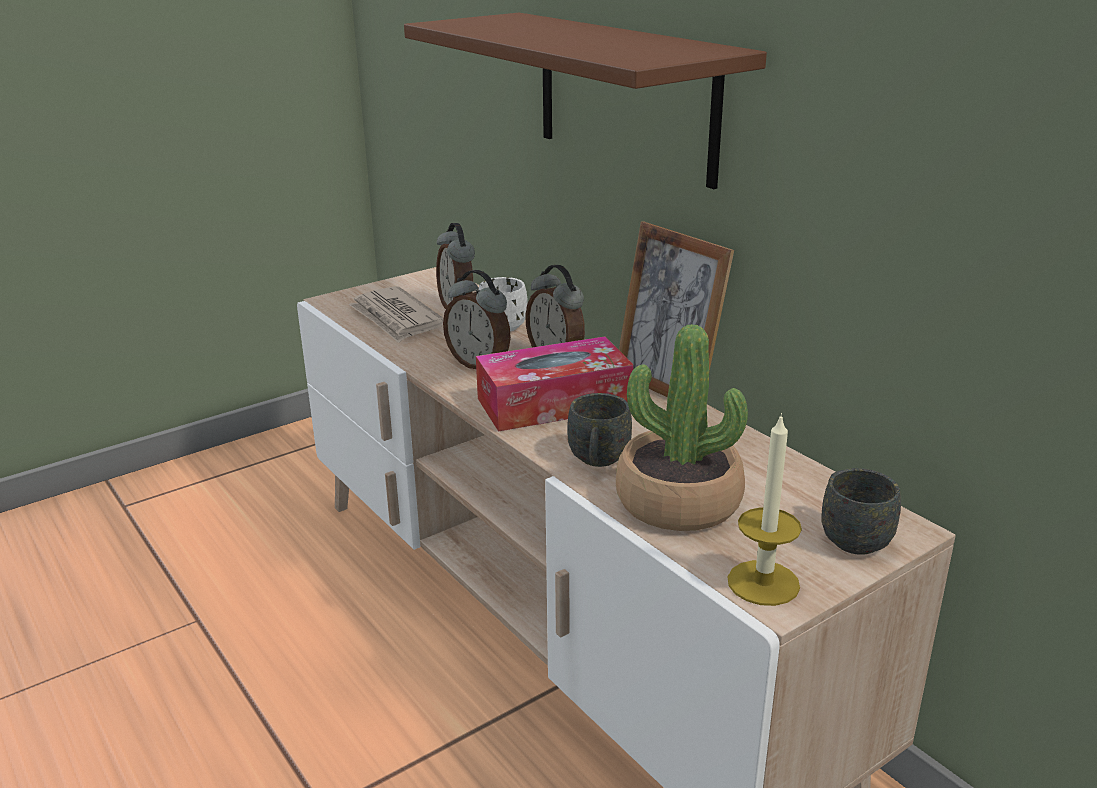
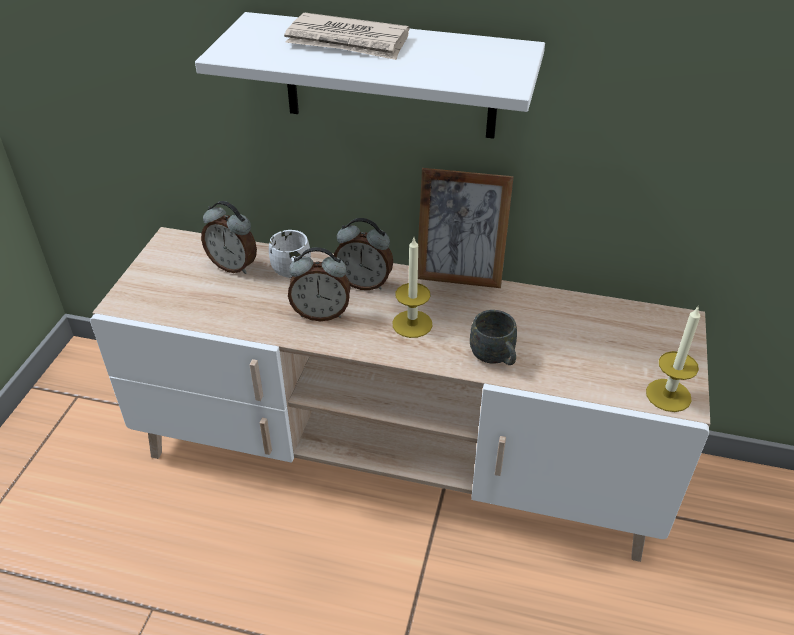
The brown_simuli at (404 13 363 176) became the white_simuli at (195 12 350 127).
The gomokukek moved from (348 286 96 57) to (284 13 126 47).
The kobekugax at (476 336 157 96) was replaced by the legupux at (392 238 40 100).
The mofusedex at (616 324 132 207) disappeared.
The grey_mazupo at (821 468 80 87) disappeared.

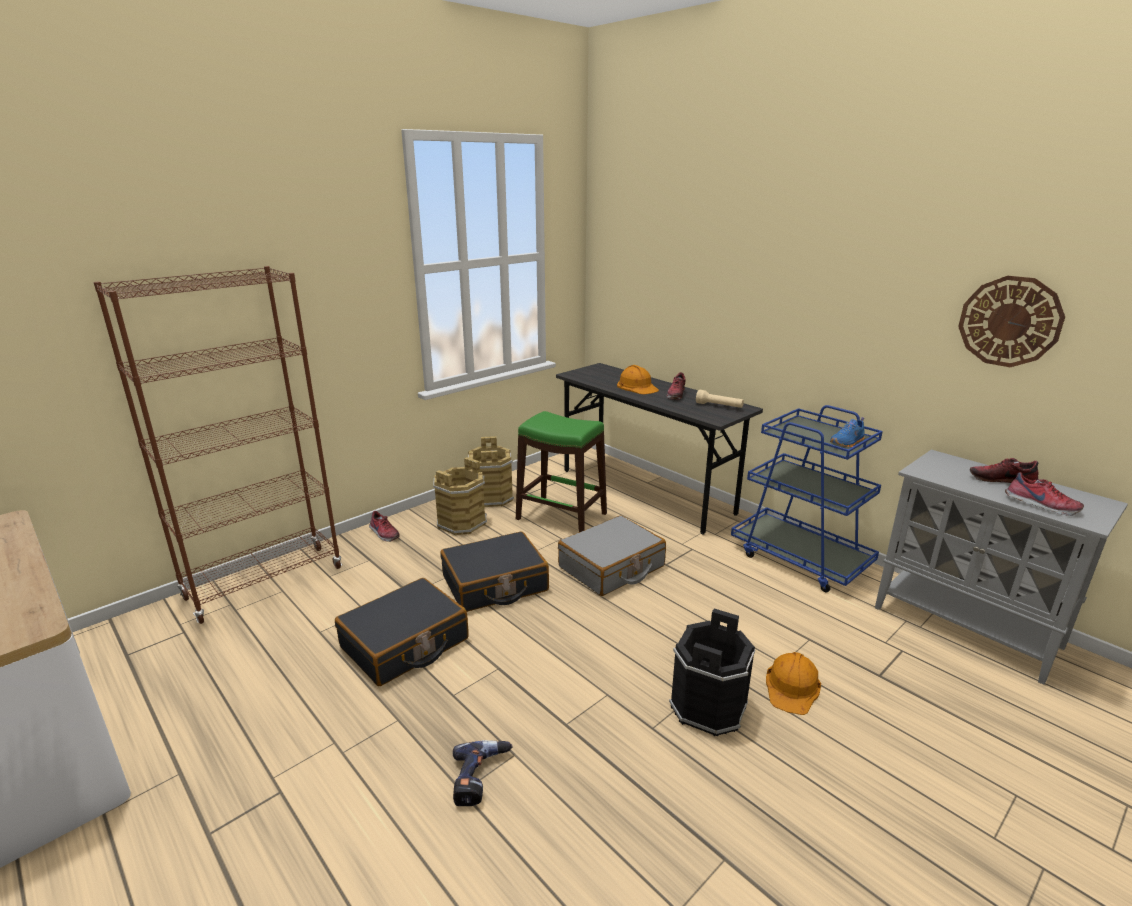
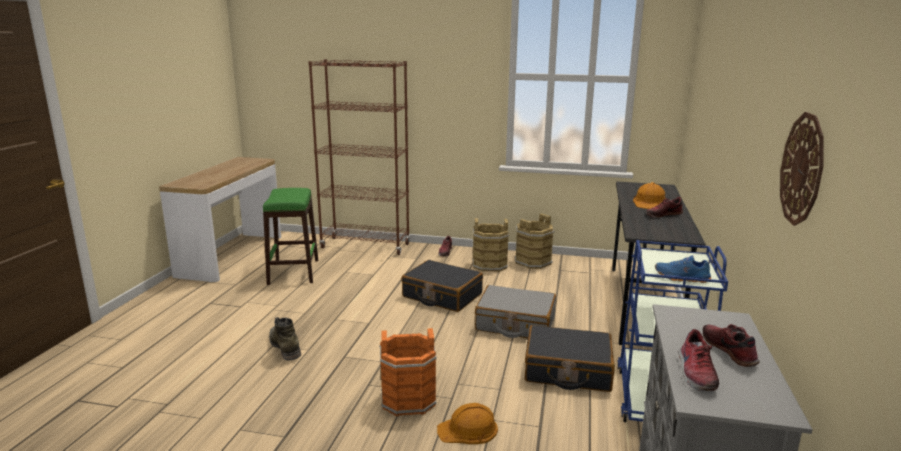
The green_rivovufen moved from (516 411 91 121) to (263 188 55 97).
The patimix at (453 740 60 66) was replaced by the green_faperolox at (269 317 32 43).
The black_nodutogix at (669 609 86 127) became the orange_nodutogix at (379 328 57 88).
The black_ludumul moved from (335 578 134 108) to (525 325 90 67).
The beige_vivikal at (696 390 48 18) disappeared.

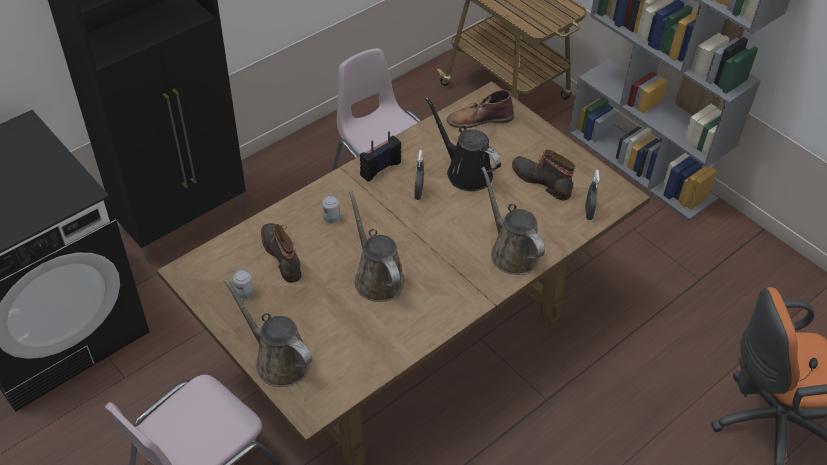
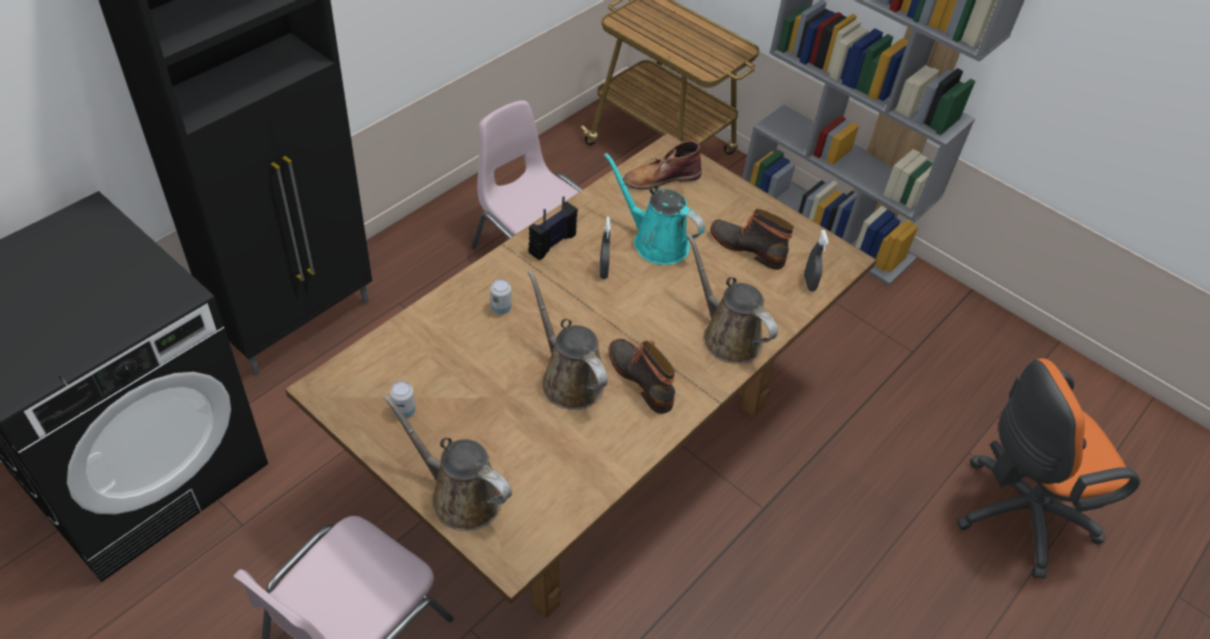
The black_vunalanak at (425 97 76 94) became the turquoise_vunalanak at (604 153 101 112).
The faperolox moved from (261 223 40 60) to (609 339 66 75).

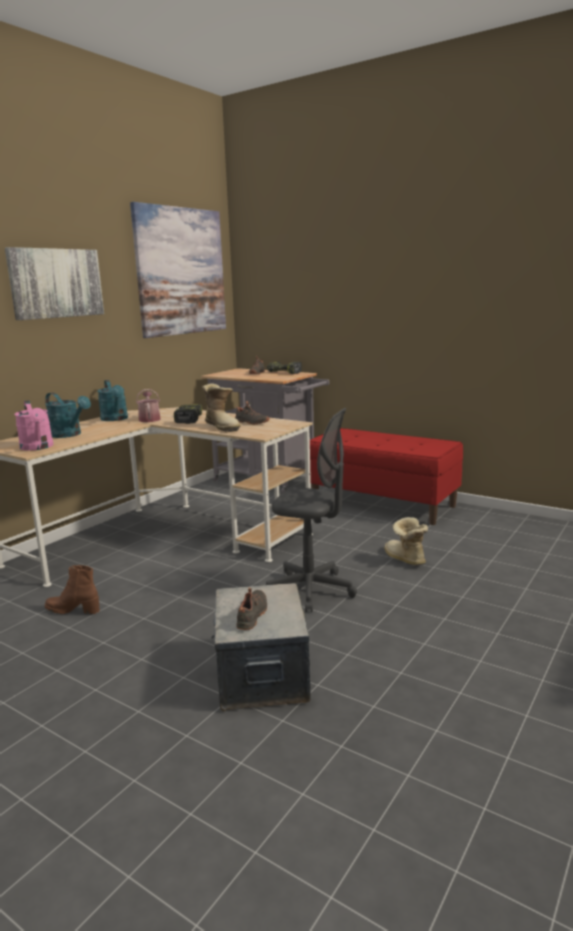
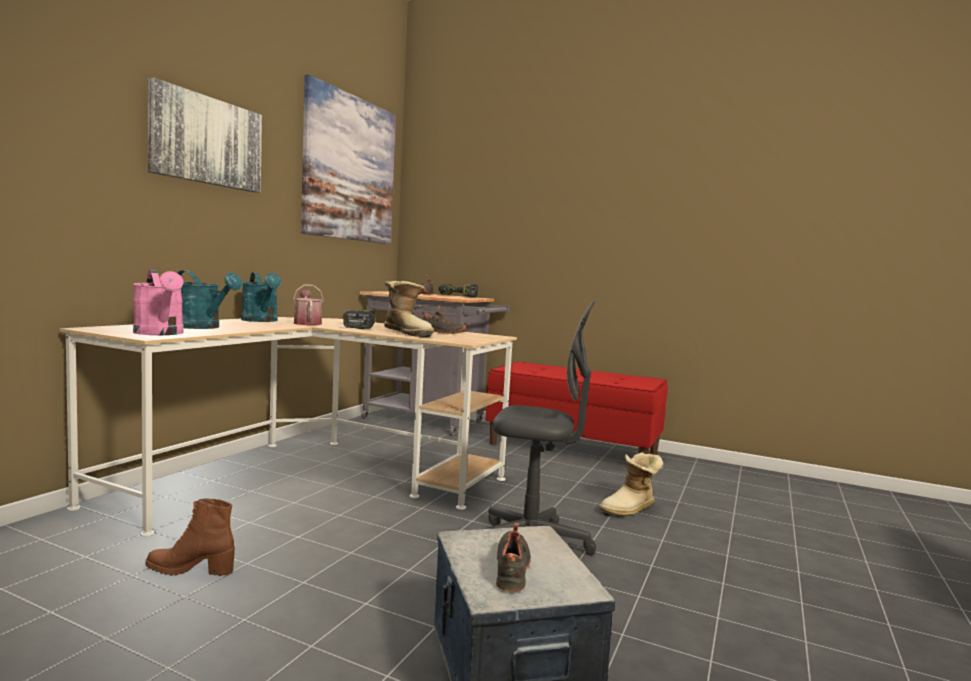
The faperolox at (384 517 44 49) turned 90 degrees counterclockwise.

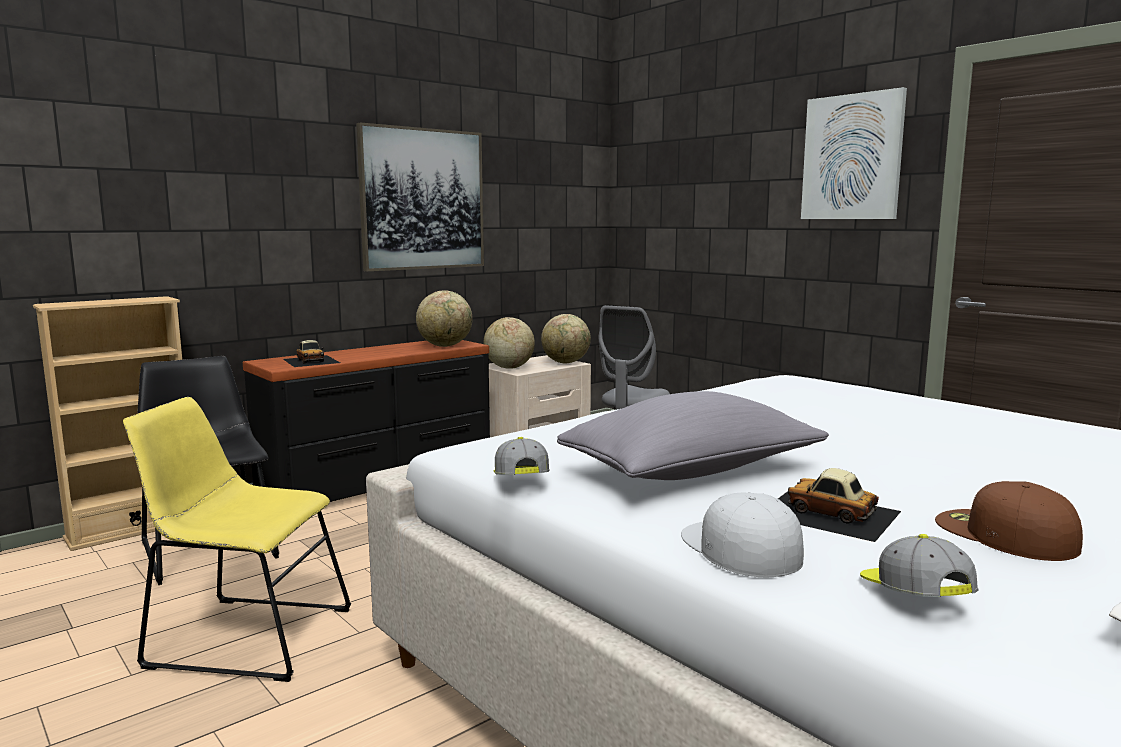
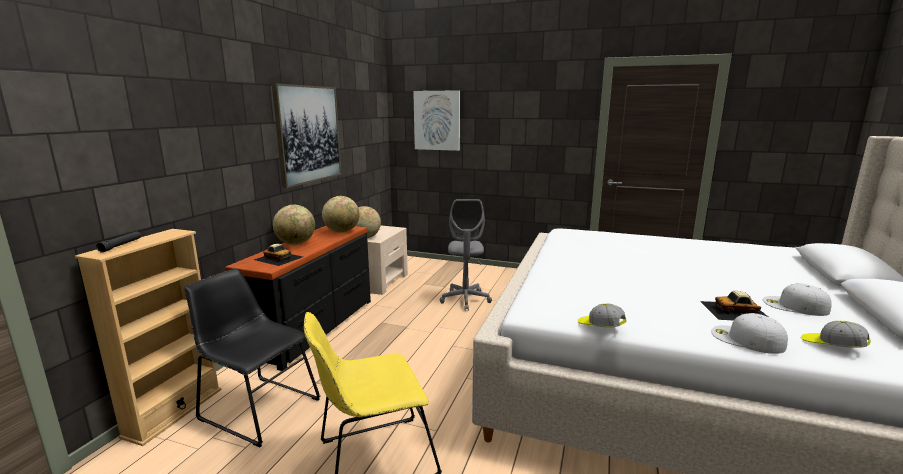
The black_vivikal at (96 231 45 22) appeared.
The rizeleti moved from (541 314 50 49) to (273 205 42 40).
The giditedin moved from (801 87 106 132) to (413 90 47 61).
The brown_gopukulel at (935 481 148 80) became the white_gopukulel at (763 283 69 33).
The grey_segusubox at (557 391 272 89) disappeared.

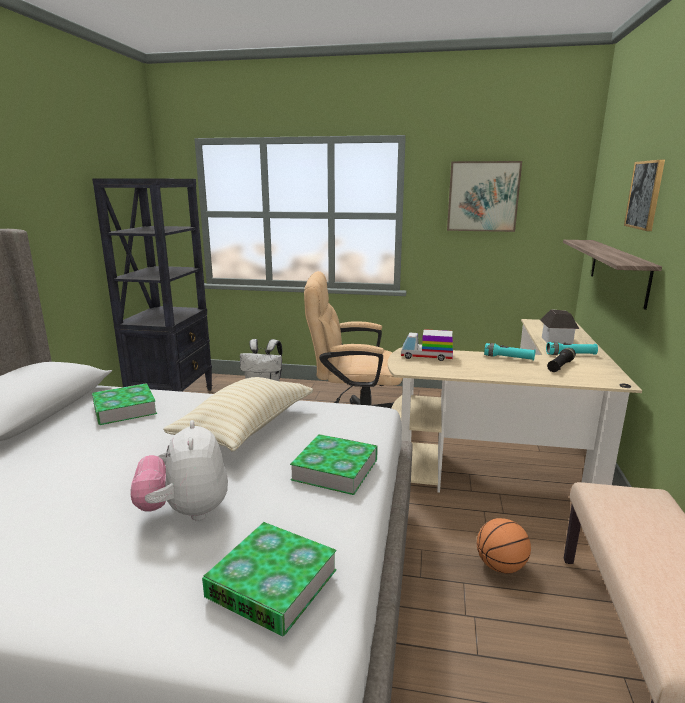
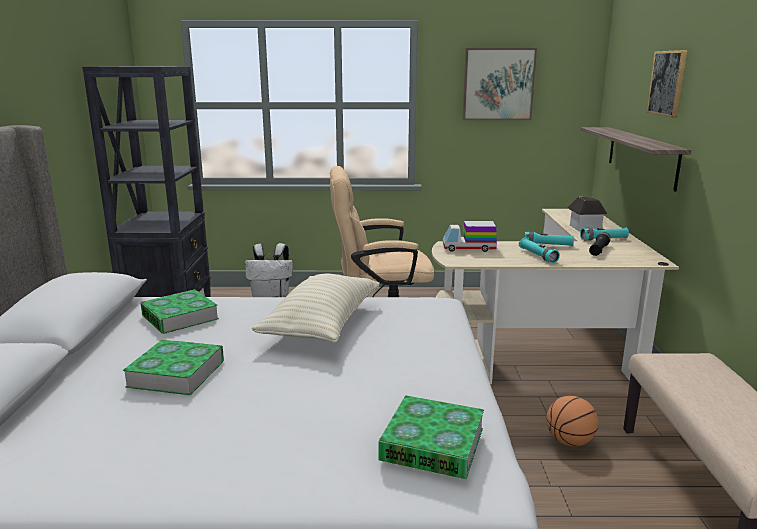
The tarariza moved from (290 434 88 61) to (123 340 101 55).
The turquoise_vivikal at (519 238 41 25) appeared.
The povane at (130 420 98 100) disappeared.

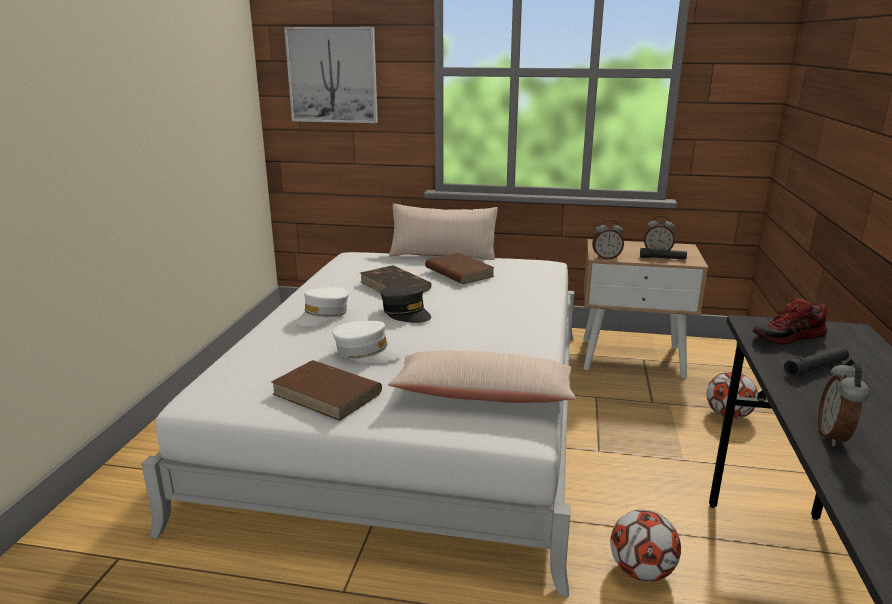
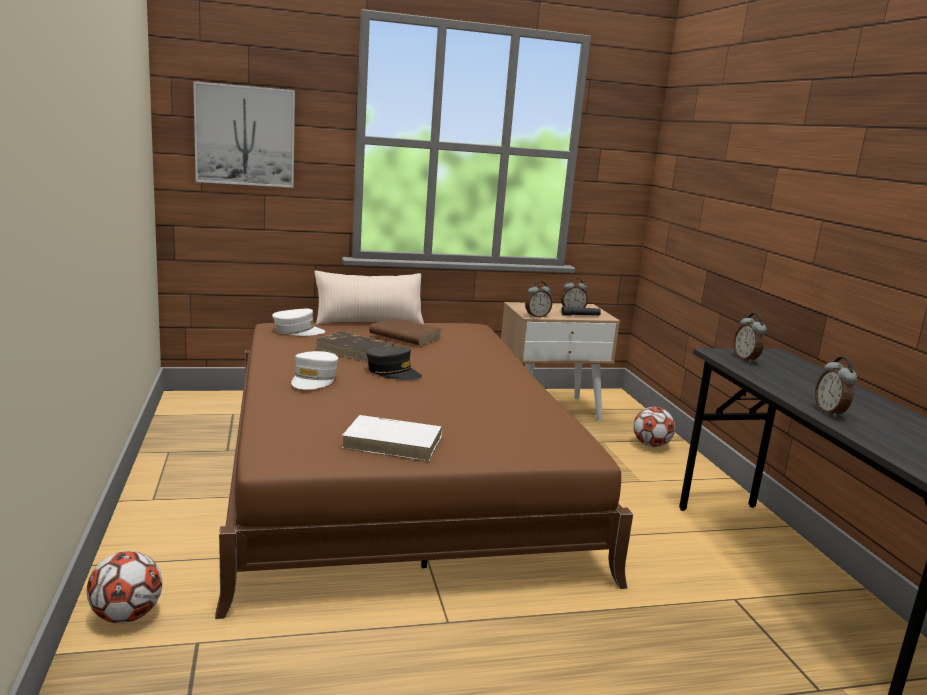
The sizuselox moved from (610 510 71 72) to (87 551 75 72).
The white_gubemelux at (142 252 432 345) became the brown_gubemelux at (215 323 418 296).
The white_gopukulel moved from (332 321 70 42) to (272 309 53 27).
The brown_tarariza at (272 360 110 61) became the white_tarariza at (342 415 100 46).
The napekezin at (753 298 74 47) was replaced by the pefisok at (733 313 34 50).
The beige_segusubox at (388 350 188 53) disappeared.
The black_vivikal at (784 347 65 31) disappeared.

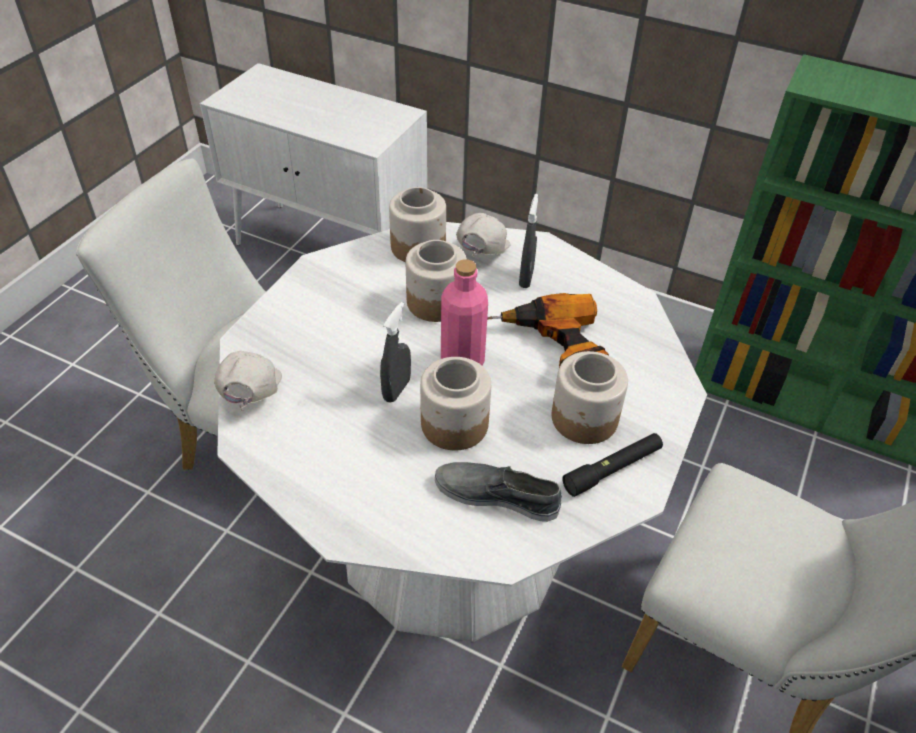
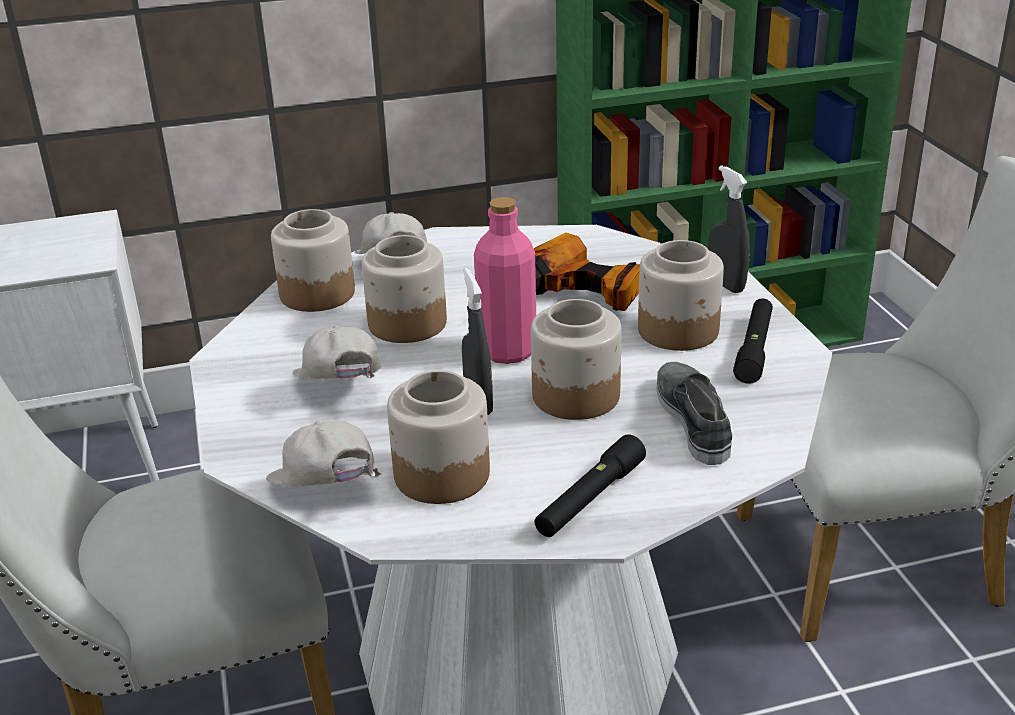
The white_gopukulel at (292 326 90 53) appeared.
The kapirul at (387 370 103 134) appeared.
The black_vivikal at (535 434 111 103) appeared.
The grey_napekezin at (435 462 127 60) turned 105 degrees clockwise.
The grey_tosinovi moved from (519 194 19 94) to (708 165 42 128).

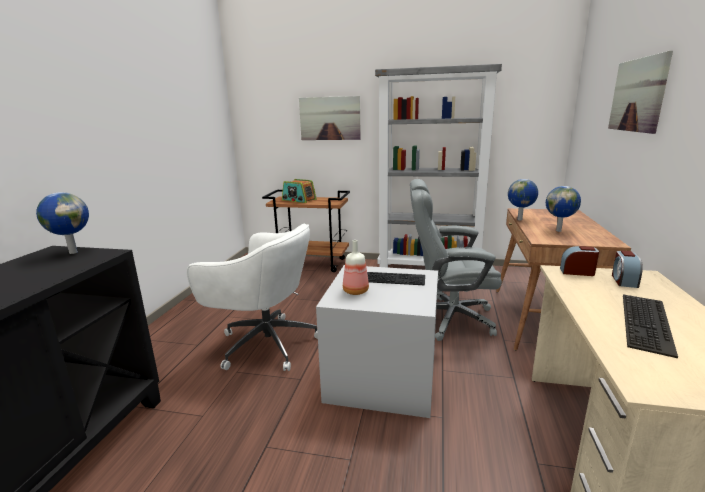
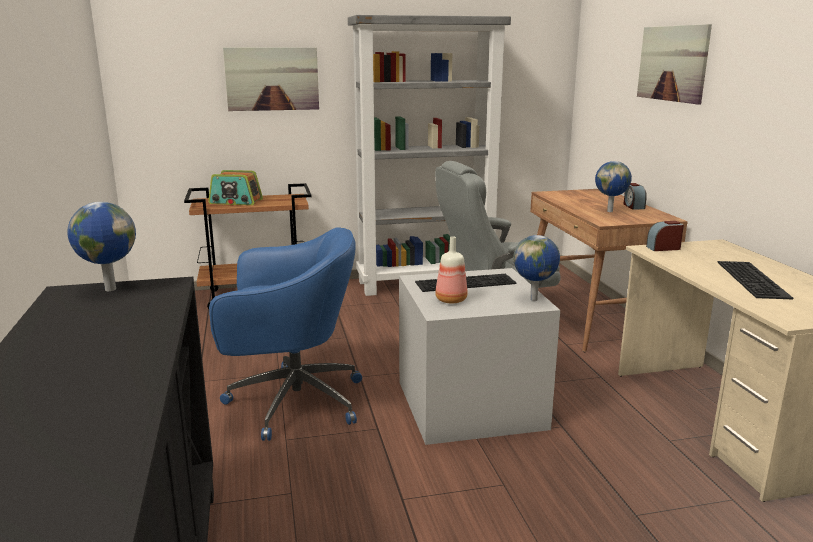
The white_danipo at (187 224 131 147) became the blue_danipo at (209 228 153 213).
The rizeleti moved from (508 179 30 41) to (513 235 47 66).
The pefisok moved from (612 251 31 37) to (624 183 23 27).

